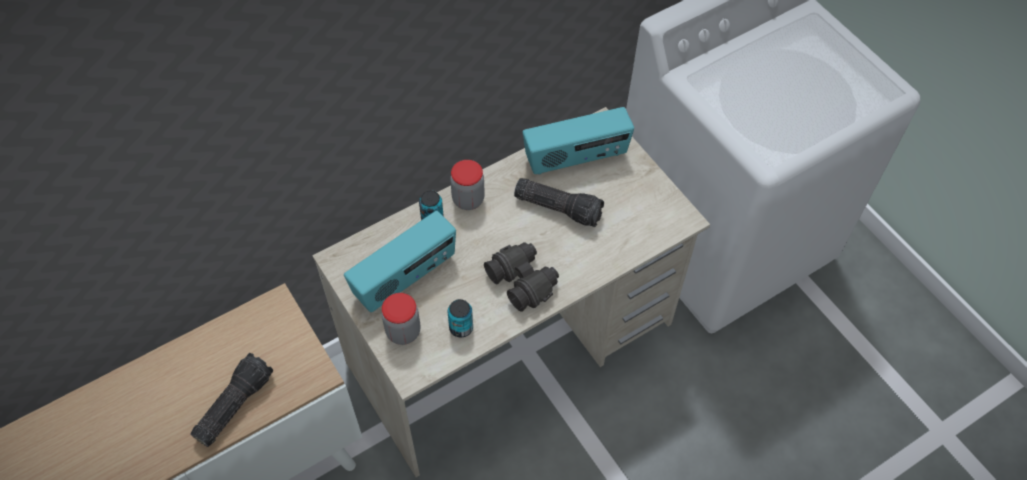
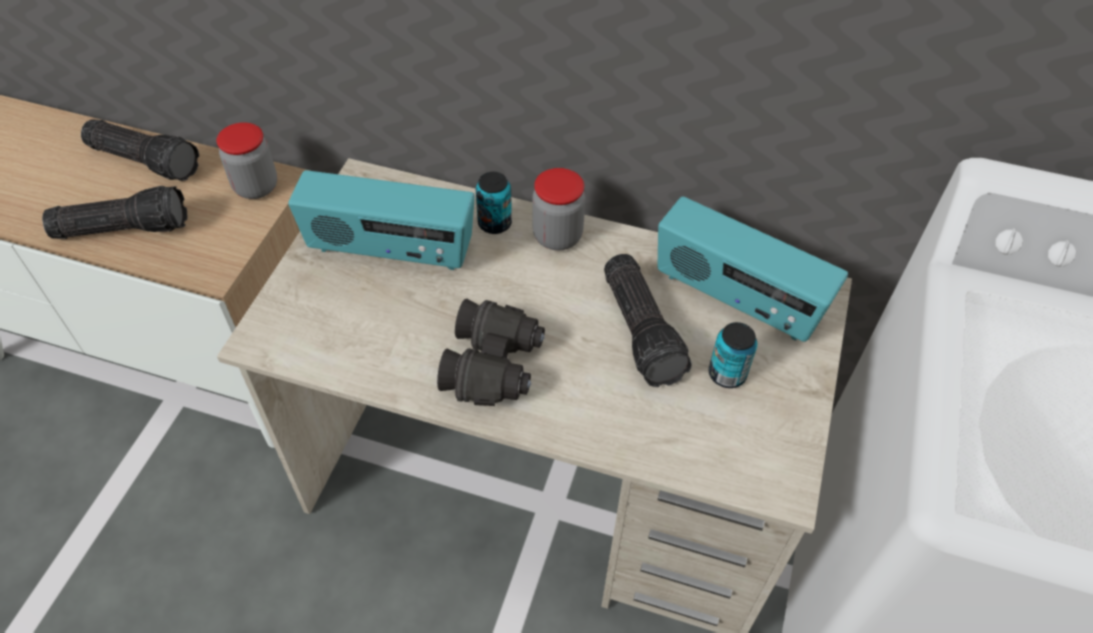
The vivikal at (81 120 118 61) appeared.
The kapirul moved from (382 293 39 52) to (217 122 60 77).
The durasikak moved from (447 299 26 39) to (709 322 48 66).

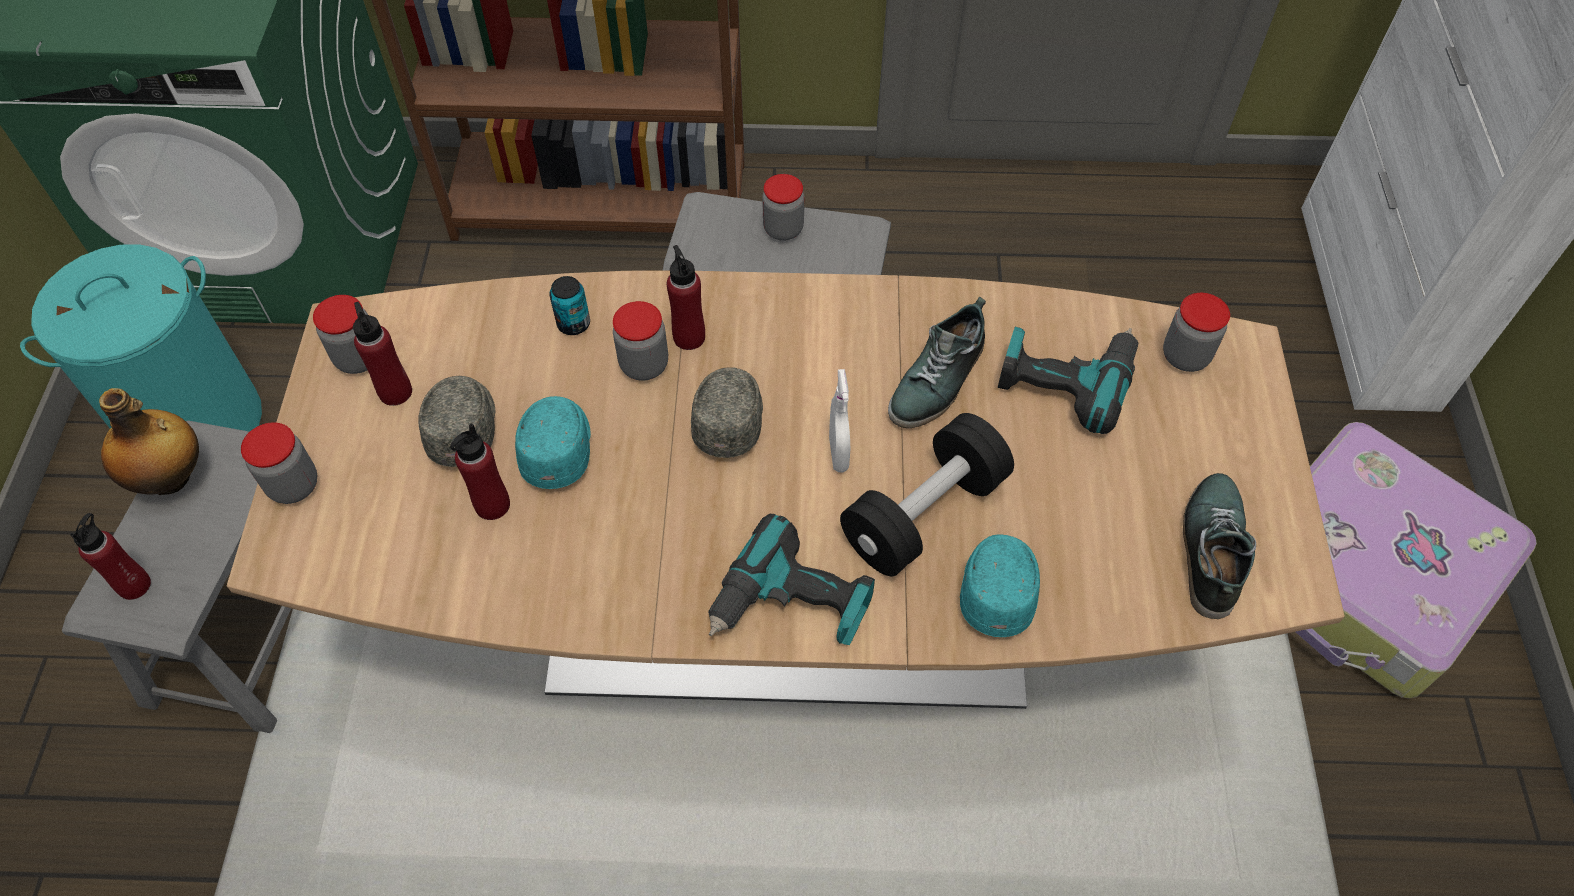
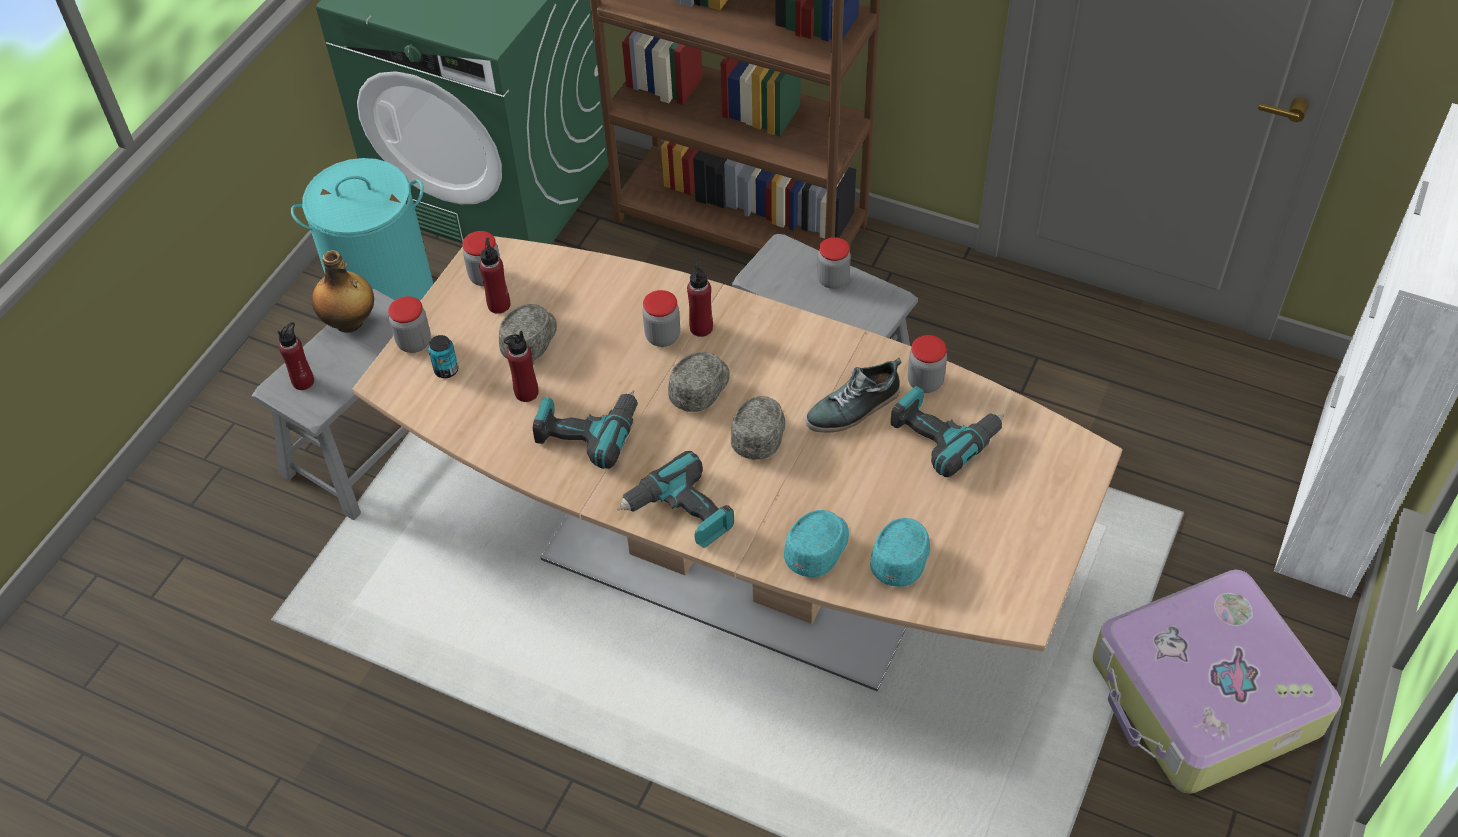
The durasikak moved from (549 276 41 59) to (428 335 31 43).
The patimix at (533 390 105 79) appeared.
The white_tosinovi at (829 369 21 103) was replaced by the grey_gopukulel at (731 396 54 64).
The turquoise_gopukulel moved from (515 396 76 93) to (870 518 60 69).
The kapirul moved from (1163 293 67 79) to (907 335 40 58).
The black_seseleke at (840 413 174 163) disappeared.
The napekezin at (1183 473 73 146) disappeared.

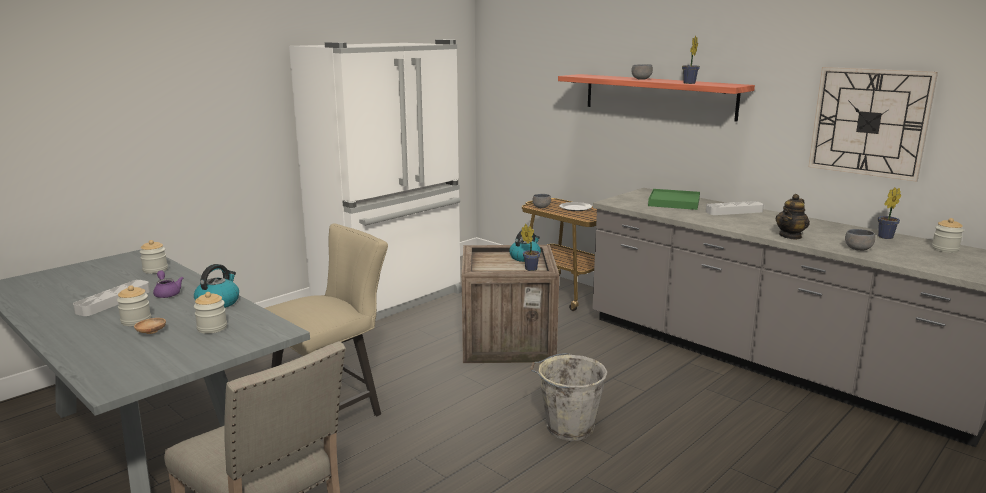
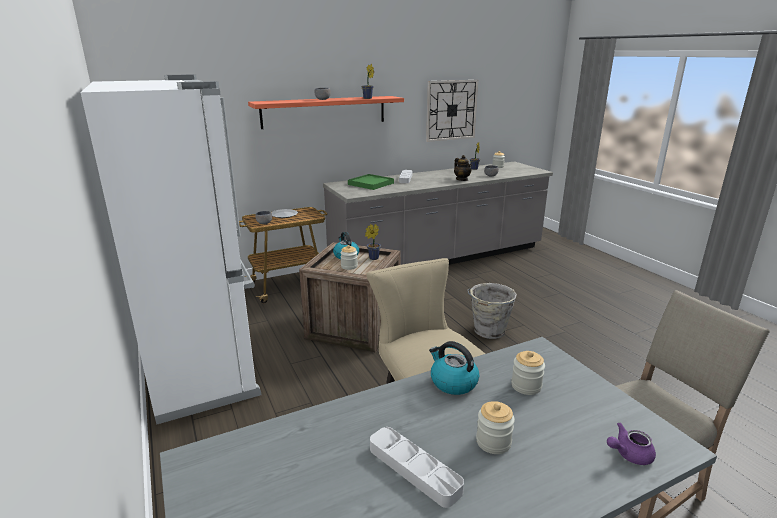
The kapirul moved from (140 240 28 34) to (340 245 18 25).
The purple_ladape moved from (153 270 30 28) to (607 423 49 42).
The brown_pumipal at (134 318 32 16) disappeared.

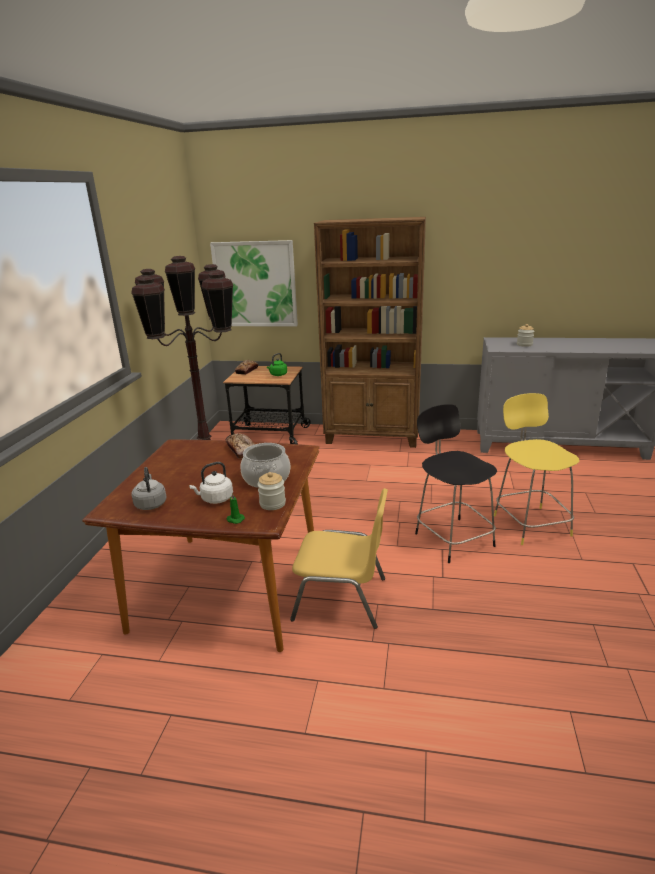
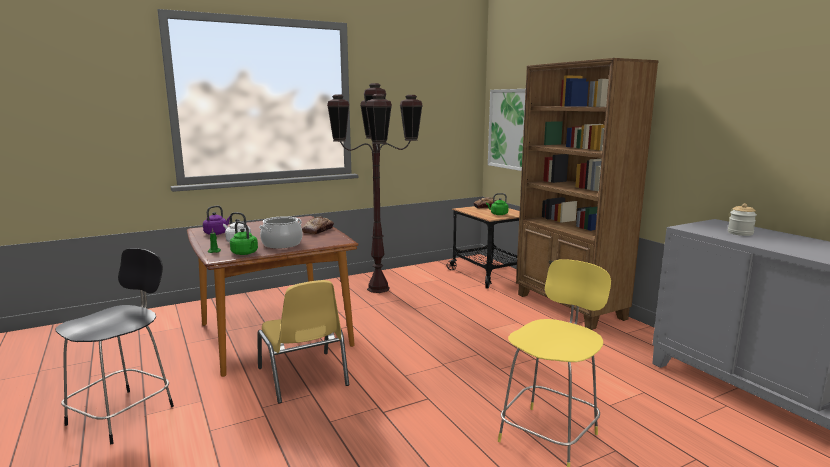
The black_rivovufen moved from (415 404 82 159) to (55 248 119 196).
The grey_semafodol at (131 467 36 43) became the purple_semafodol at (203 206 27 29).
The kapirul at (257 472 29 38) was replaced by the green_semafodol at (230 221 28 34).

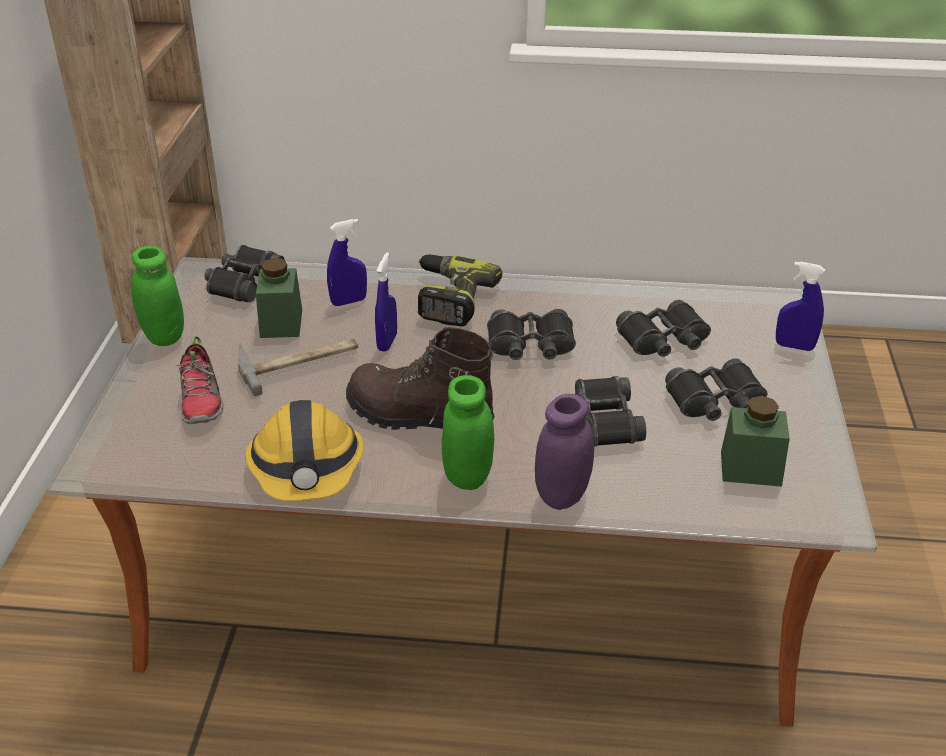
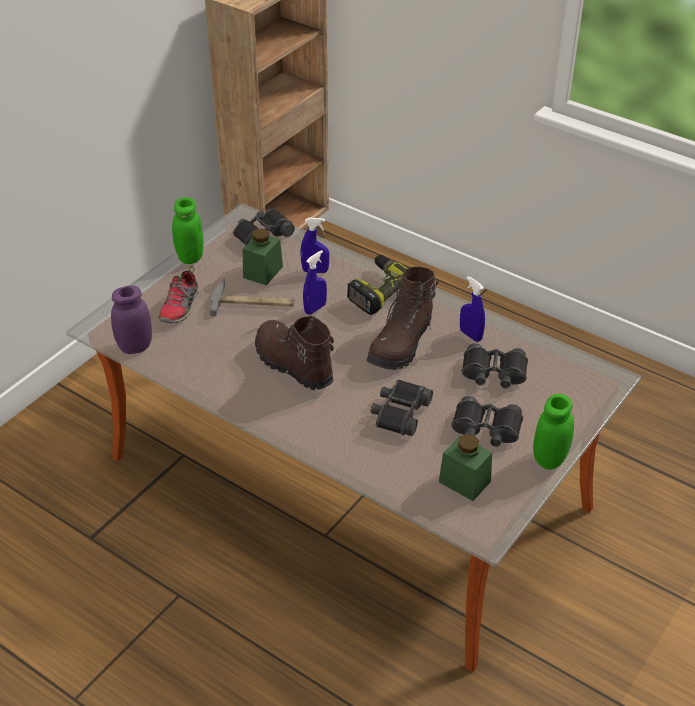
The purple_kapirul moved from (535 394 59 116) to (111 285 41 69).
The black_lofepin at (487 309 89 51) was replaced by the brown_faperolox at (367 267 72 103).
The blue_tosinovi moved from (776 262 49 89) to (460 276 25 66).
The green_kapirul moved from (442 375 52 115) to (533 394 41 76).
The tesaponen at (245 400 119 101) disappeared.

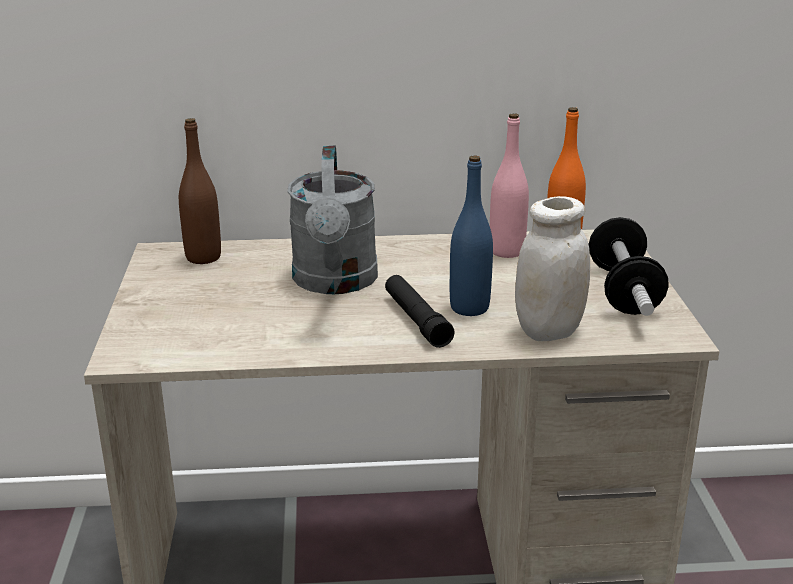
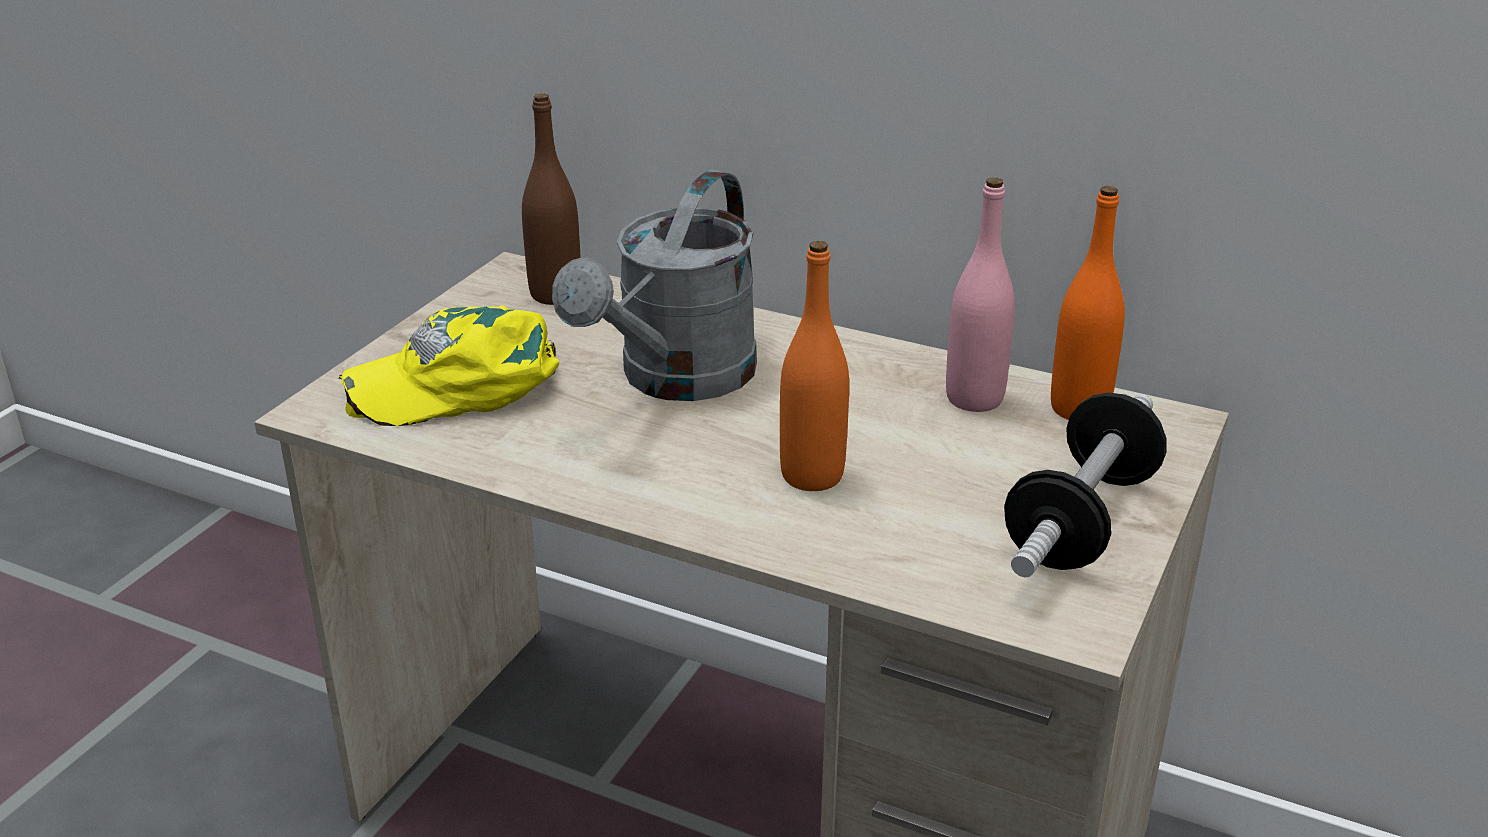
The yellow_gopukulel at (339 305 221 121) appeared.
The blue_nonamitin at (450 155 43 161) became the orange_nonamitin at (780 241 69 250).
The black_vivikal at (385 275 70 73) disappeared.
The white_kapirul at (515 196 75 145) disappeared.

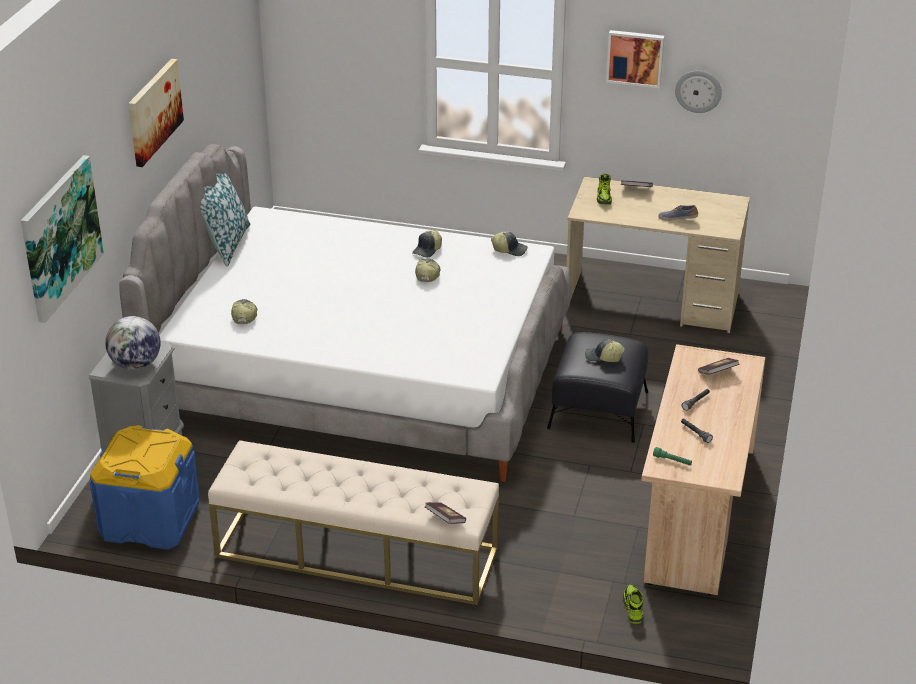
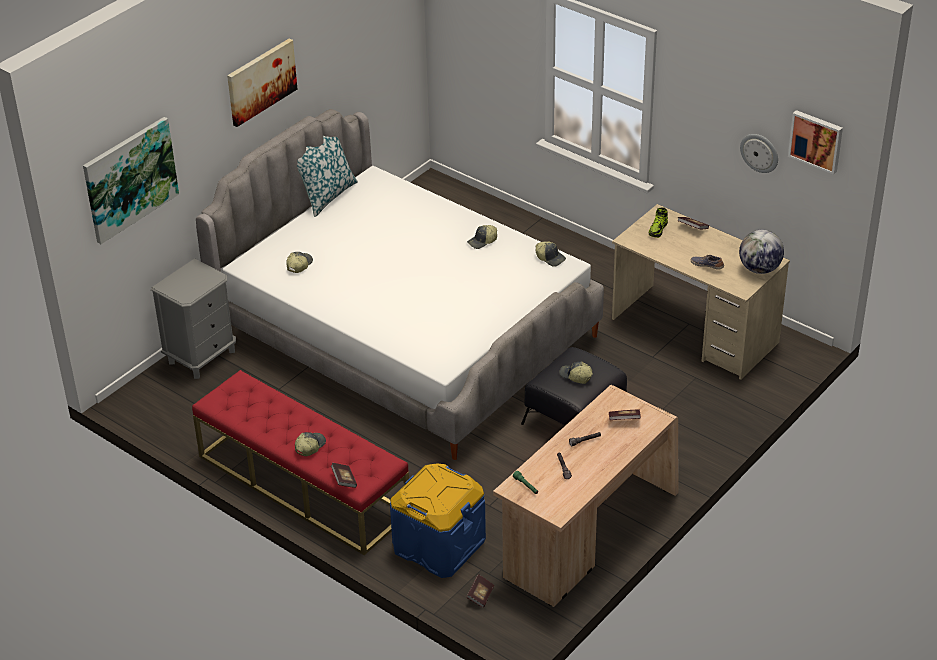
The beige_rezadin at (208 440 291 165) became the red_rezadin at (192 370 217 185).
The gopukulel moved from (415 258 26 24) to (295 432 31 24).
The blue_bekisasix moved from (90 425 110 125) to (390 464 96 114).
The napekezin at (623 584 20 40) was replaced by the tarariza at (467 574 27 34).
The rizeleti moved from (105 316 56 54) to (739 230 45 44).
The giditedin moved from (606 30 58 58) to (788 110 55 65).

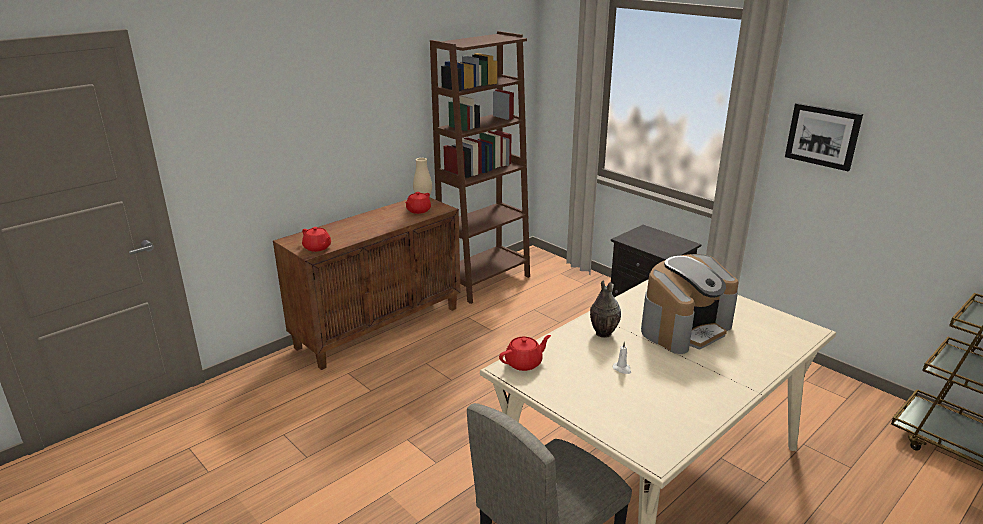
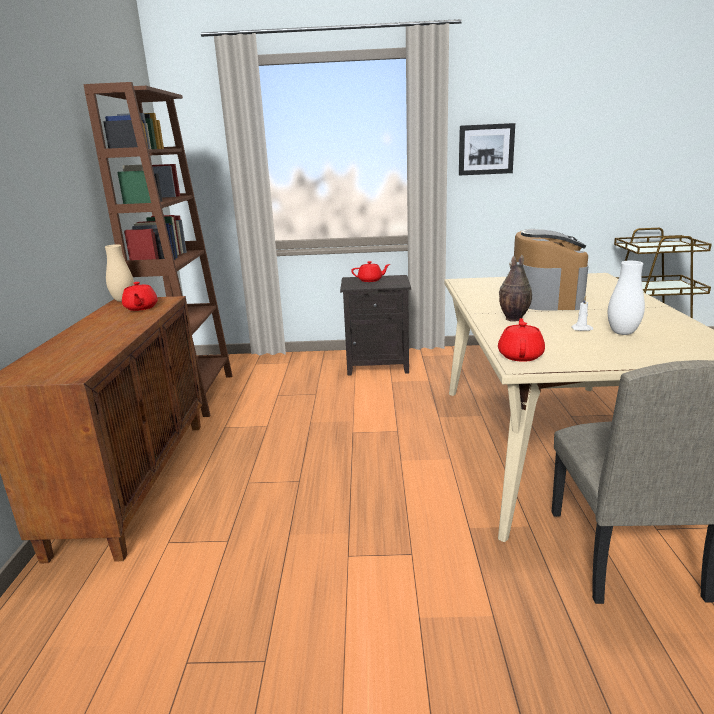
The red_ladape moved from (302 227 29 25) to (351 261 39 21).
The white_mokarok at (608 261 37 74) appeared.

